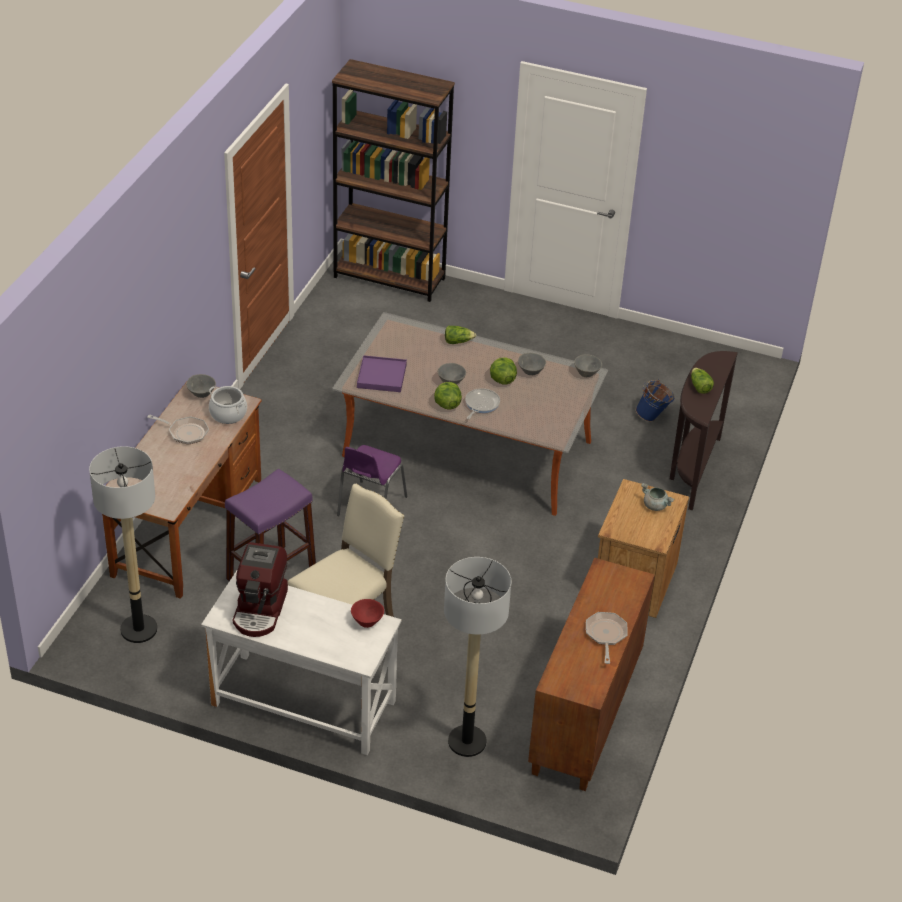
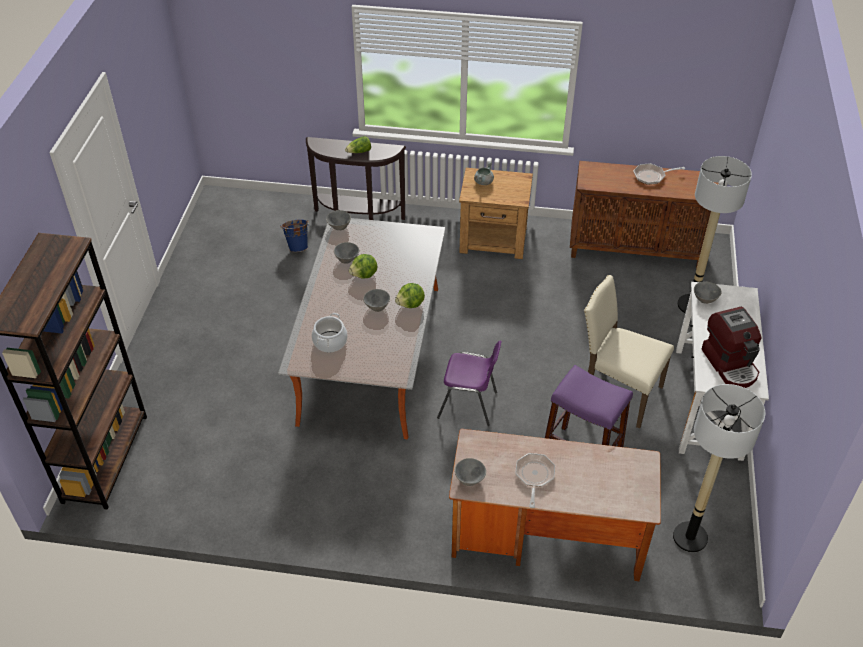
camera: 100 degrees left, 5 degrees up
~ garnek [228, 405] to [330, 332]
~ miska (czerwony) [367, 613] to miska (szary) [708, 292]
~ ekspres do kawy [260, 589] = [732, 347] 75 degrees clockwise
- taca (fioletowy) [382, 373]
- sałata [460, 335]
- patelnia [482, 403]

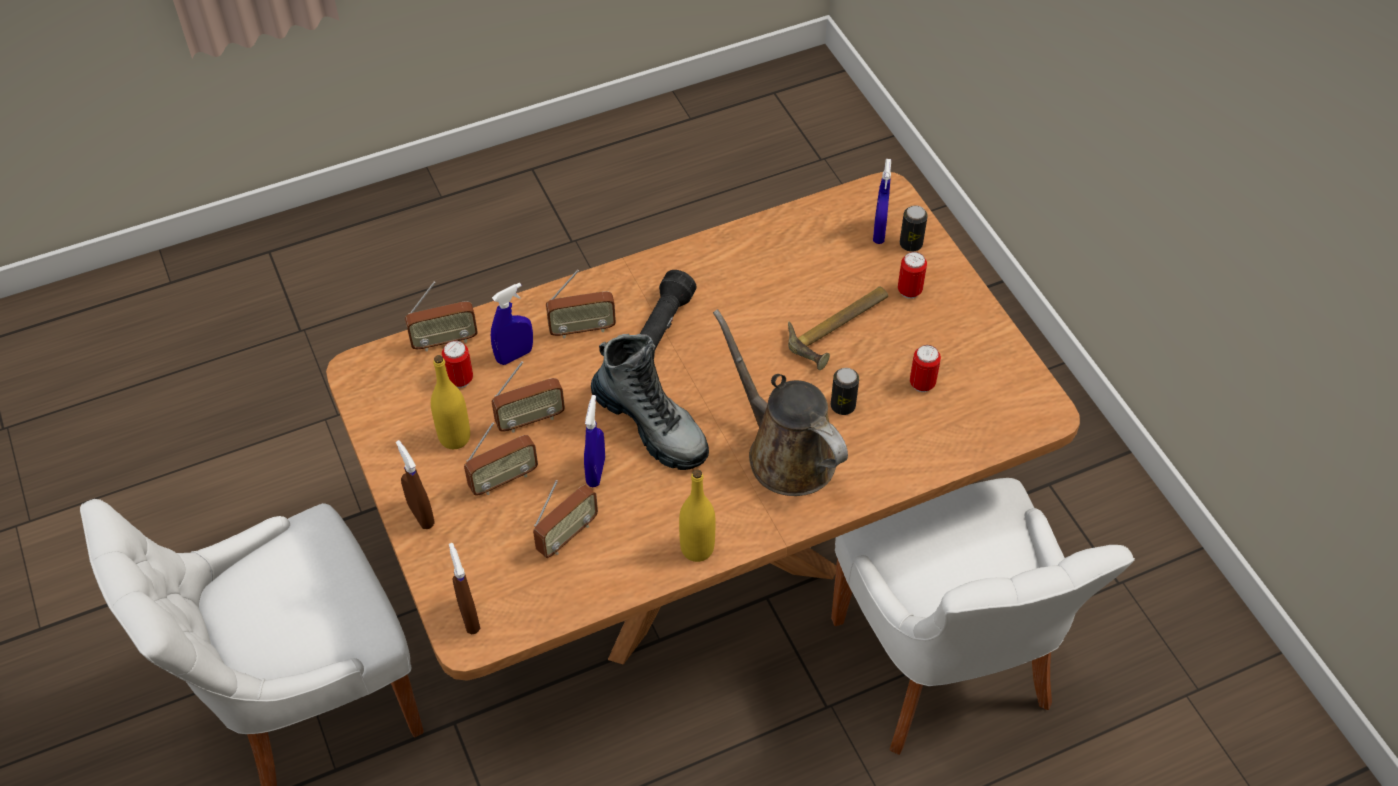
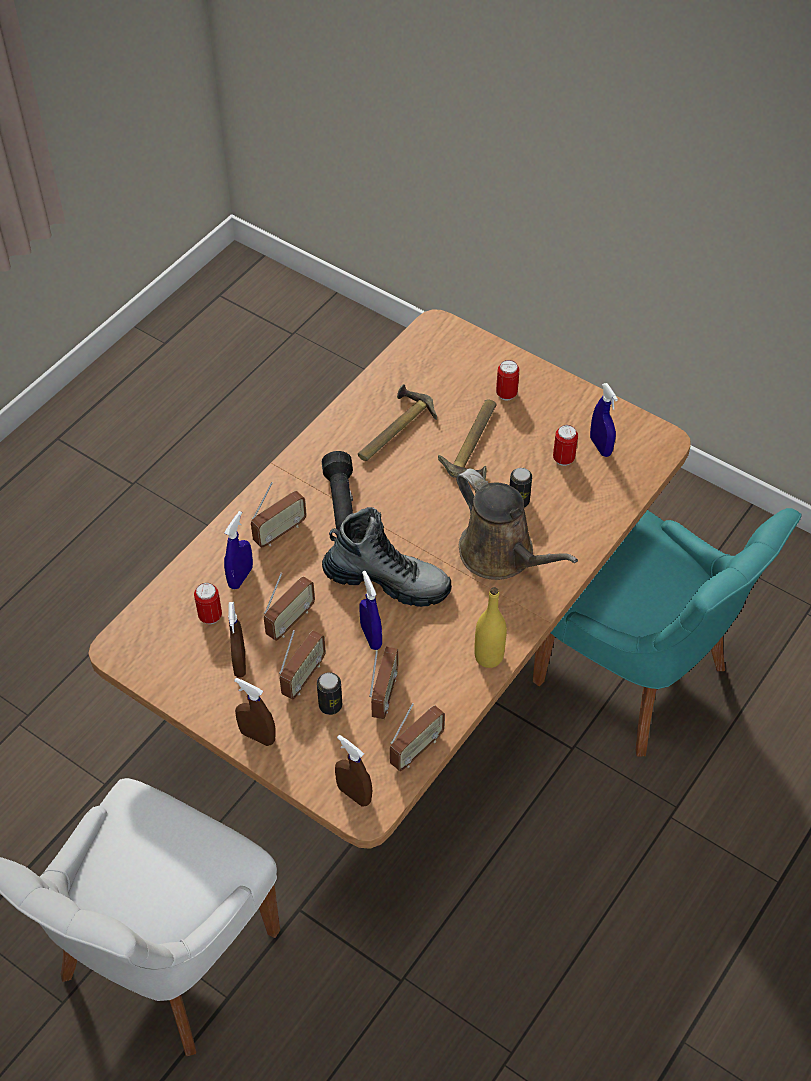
camera: 30 degrees left, 0 degrees up
~ butelka (żółty) [450, 402] to spryskiwacz (brązowy) [237, 640]
~ puszka [914, 228] to [329, 693]
+ młotek [397, 422]
~ radio [441, 317] to [417, 737]
~ konewka (brązowy) [780, 402] = [517, 524] 150 degrees counterclockwise
~ krzesło (biały) [983, 616] to krzesło (turkusowy) [667, 632]
~ spryskiwacz (niebieski) [882, 201] to [604, 420]

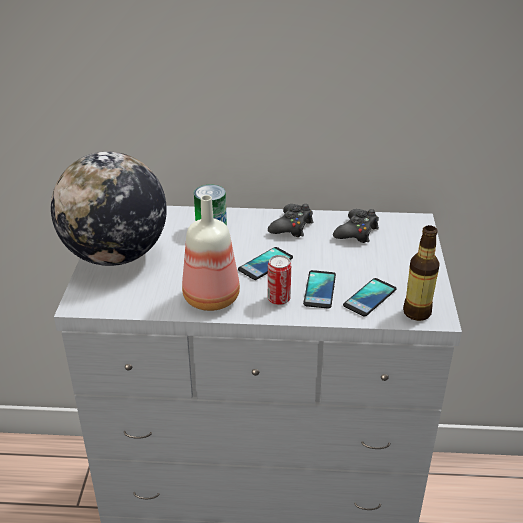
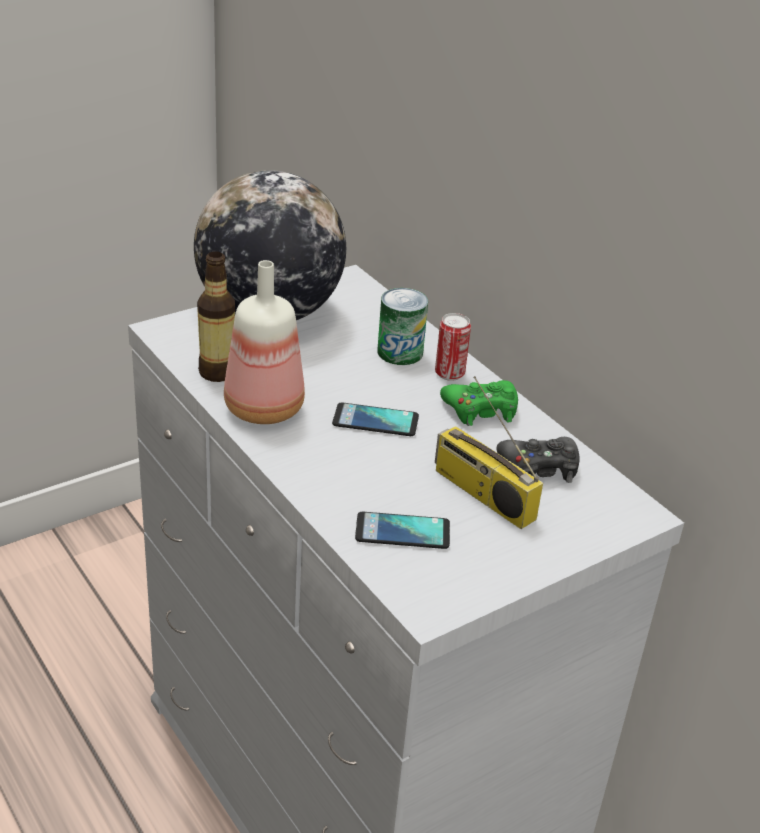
camera: 50 degrees right, 0 degrees up
~ butelka [421, 273] to [216, 316]
~ puszka [279, 280] to [453, 347]
+ radio [489, 452]
~ pad do gier (czarny) [290, 220] to pad do gier (zielony) [479, 403]
- telefon [319, 289]

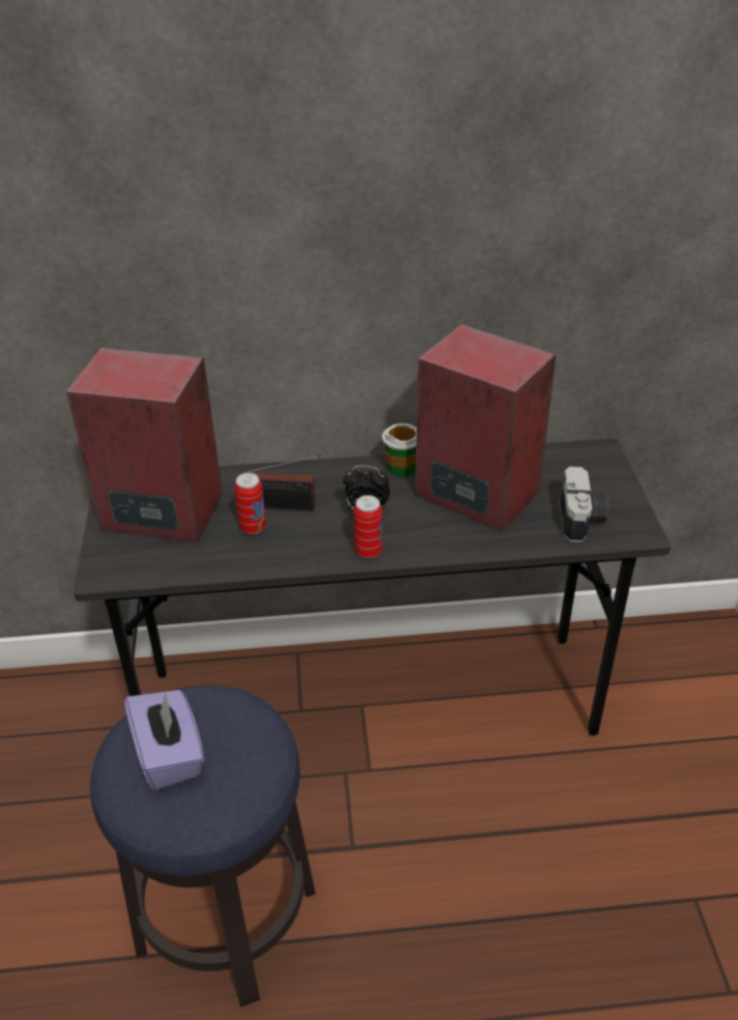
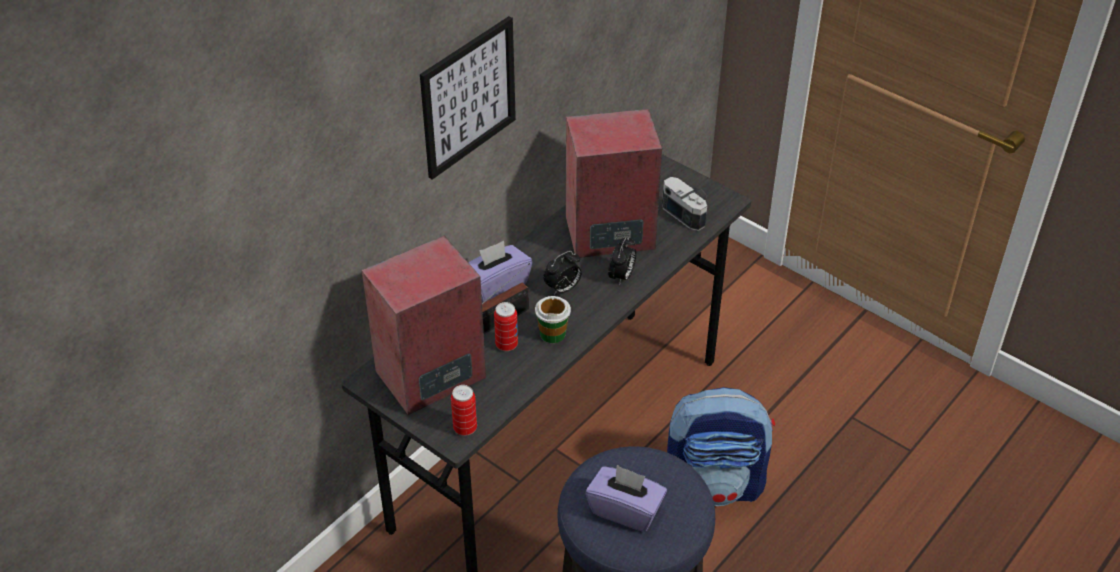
camera: 45 degrees left, 5 degrees up
+ obraz [468, 98]
~ puszka [368, 527] to [464, 410]
+ pudełko chusteczek (fioletowy) [500, 271]
~ filiżanka [399, 450] to [553, 319]
+ budzik [622, 261]
+ plecak [721, 446]

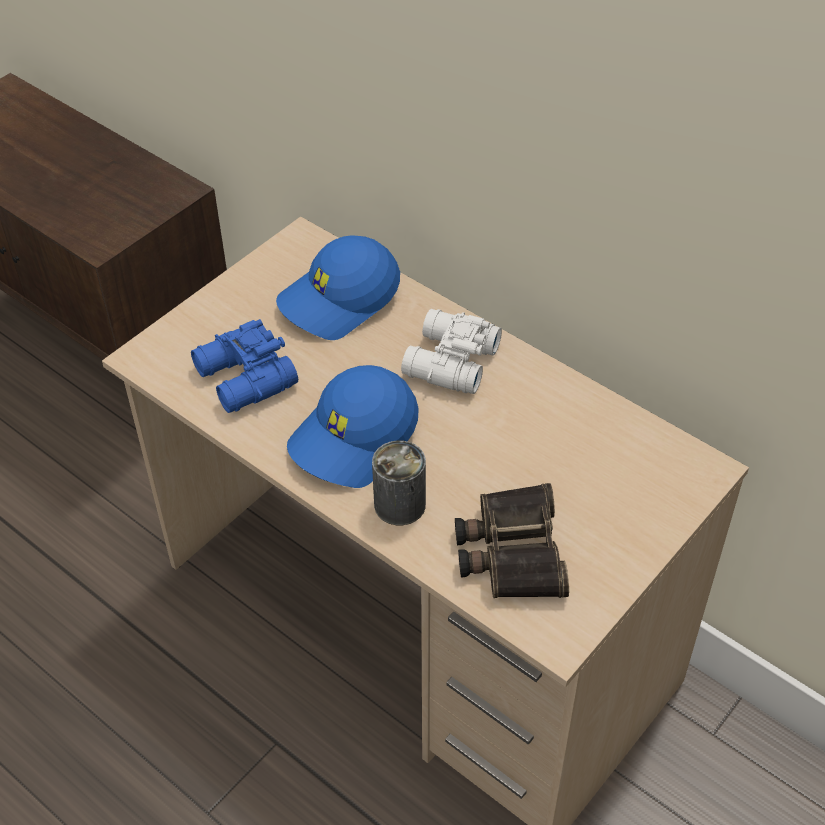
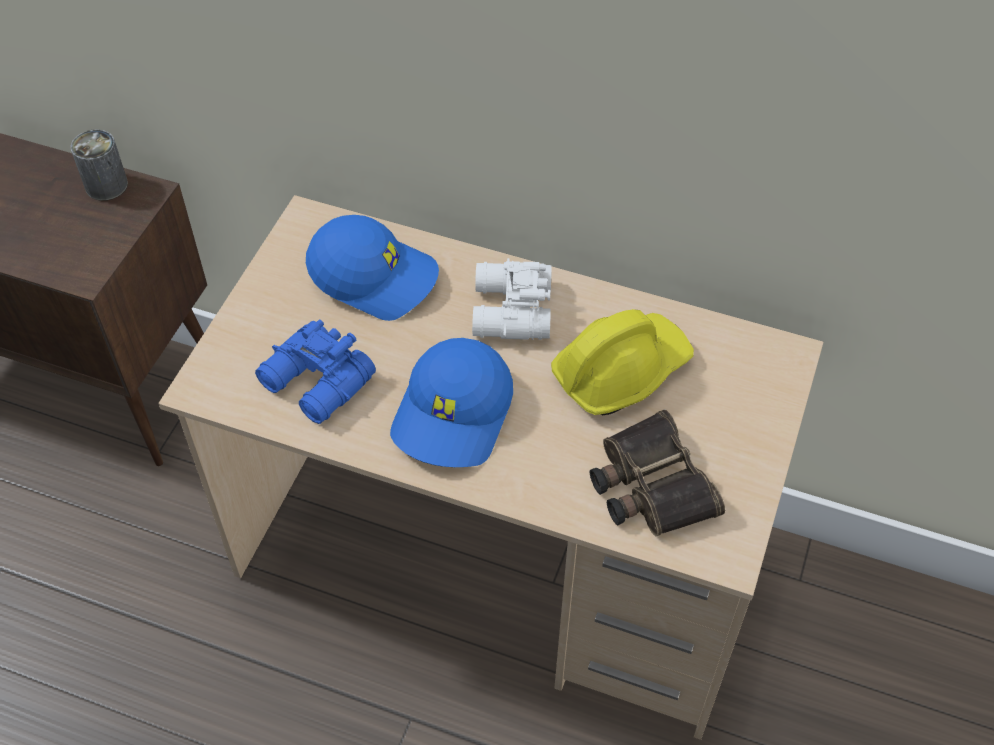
camera: 20 degrees left, 5 degrees up
~ puszka [399, 482] to [99, 165]
~ czapka z daszkiem (niebieski) [338, 287] = [372, 268] 105 degrees counterclockwise
+ kask (żółty) [622, 362]

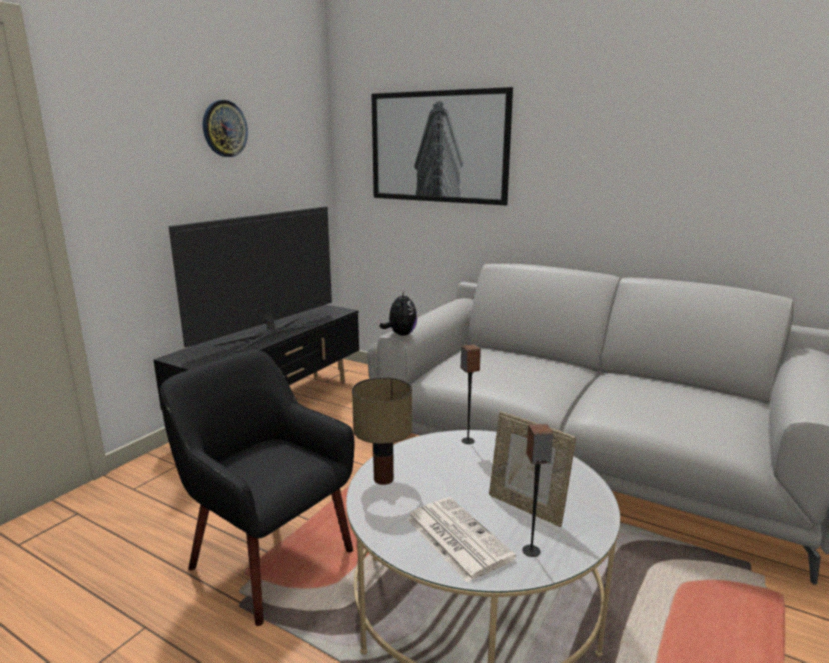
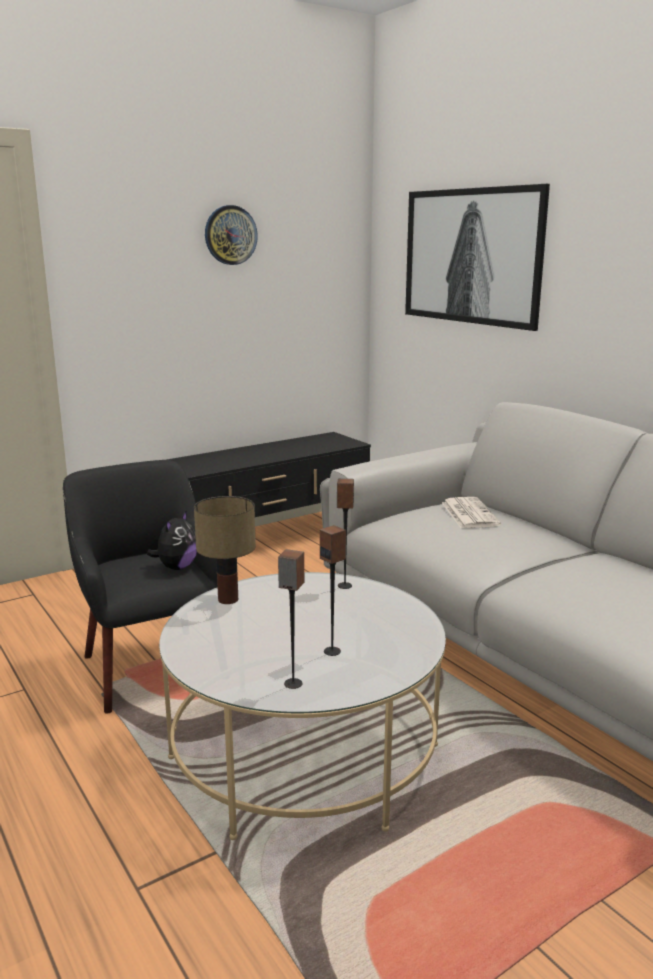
camera: 25 degrees right, 0 degrees up
~ pluszak [398, 313] to [172, 540]
~ ramka na zdjęcie [532, 469] to głośnik [333, 590]
~ gazeta [461, 539] to [471, 512]
- telewizor [250, 279]

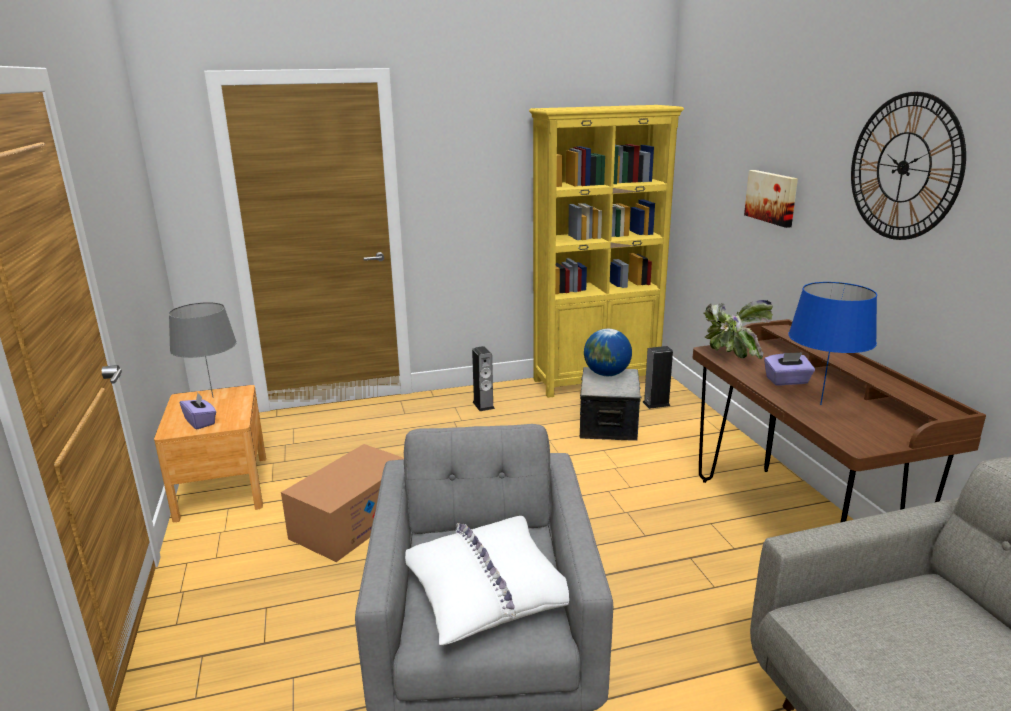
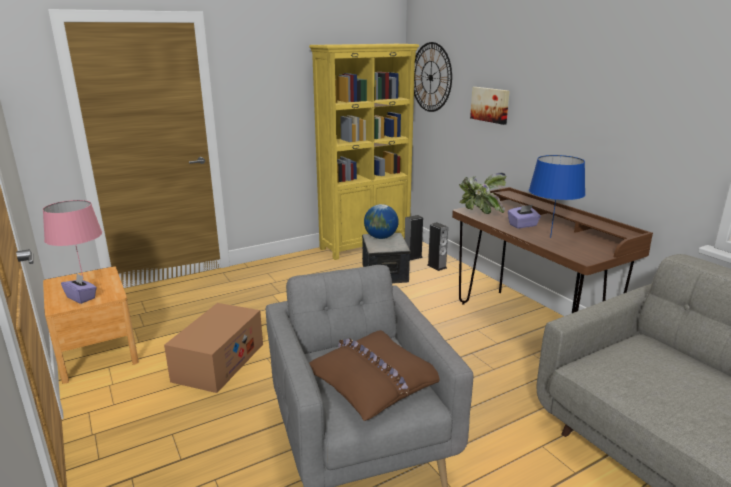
camera: 15 degrees left, 0 degrees up
~ lampa stołowa (szary) [203, 350] to lampa stołowa (różowy) [72, 239]
~ poduszka (biały) [487, 580] to poduszka (brązowy) [374, 375]
~ zegar ścienny [908, 166] to [433, 77]
~ głośnik [483, 378] to [437, 246]

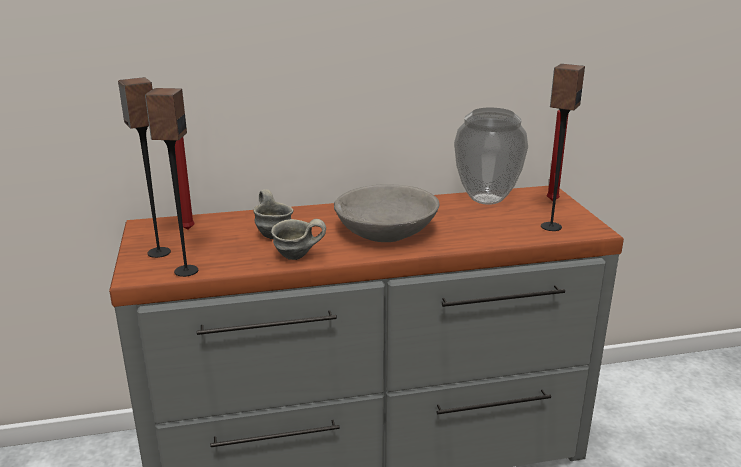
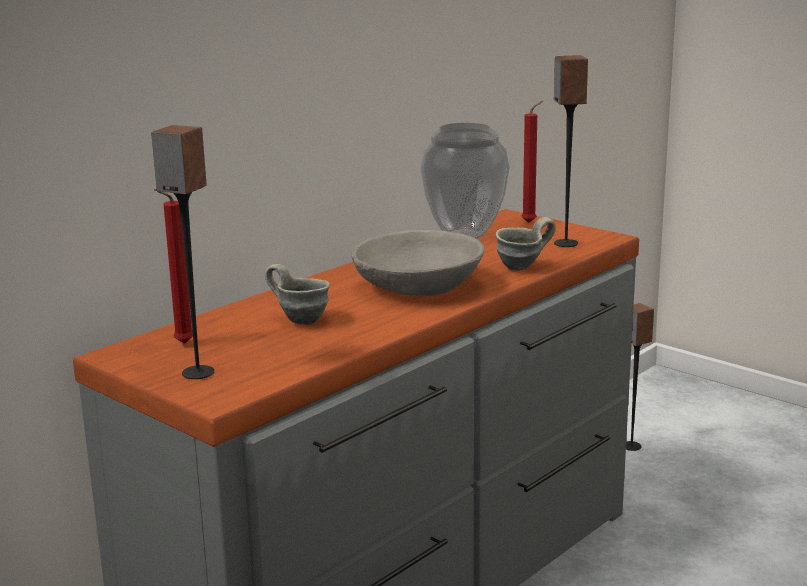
camera: 35 degrees left, 5 degrees down
~ kubek (szary) [298, 239] to [526, 243]
~ głośnik [171, 182] to [640, 377]

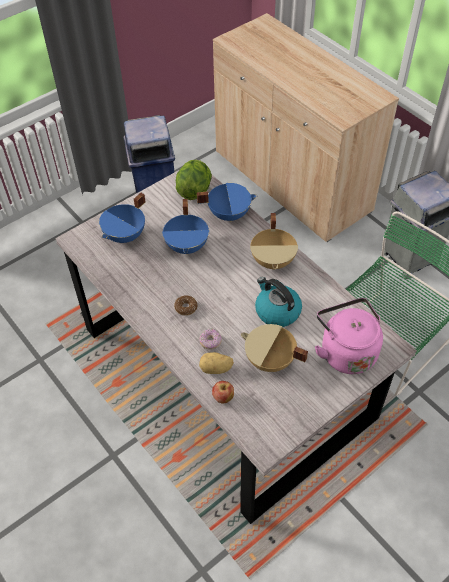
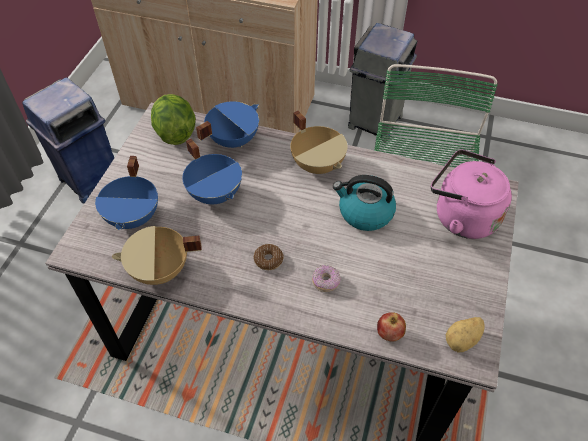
camera: 35 degrees left, 0 degrees up
~ garnek (beżowy) [274, 348] to [157, 255]
~ ziemniak [216, 363] to [465, 335]

